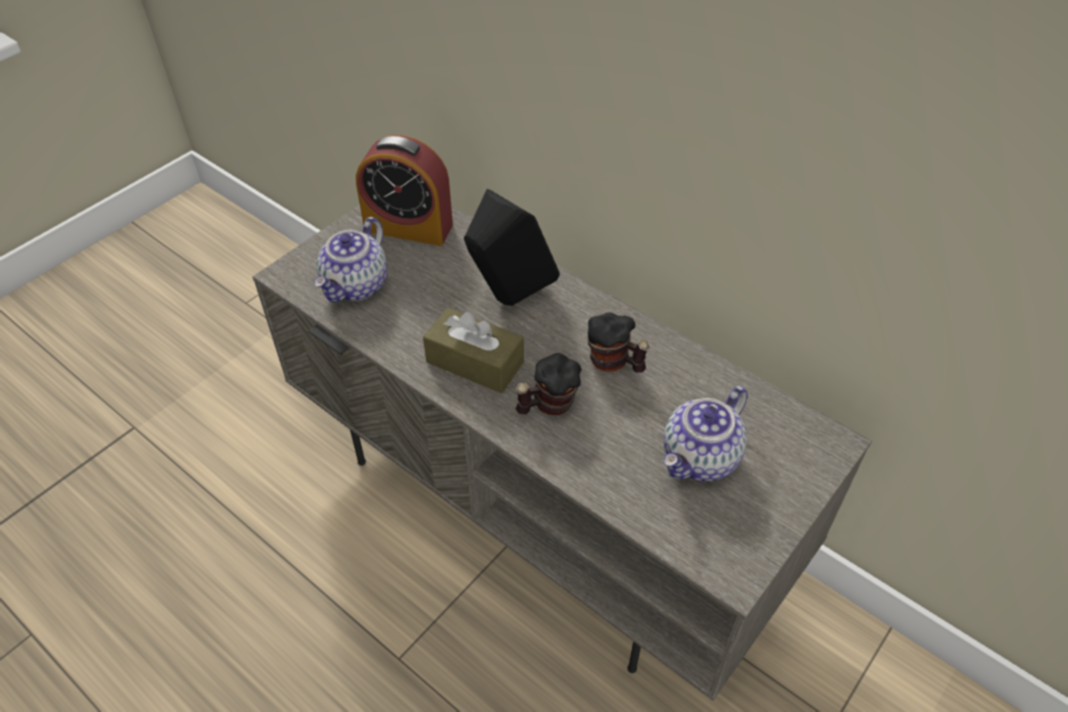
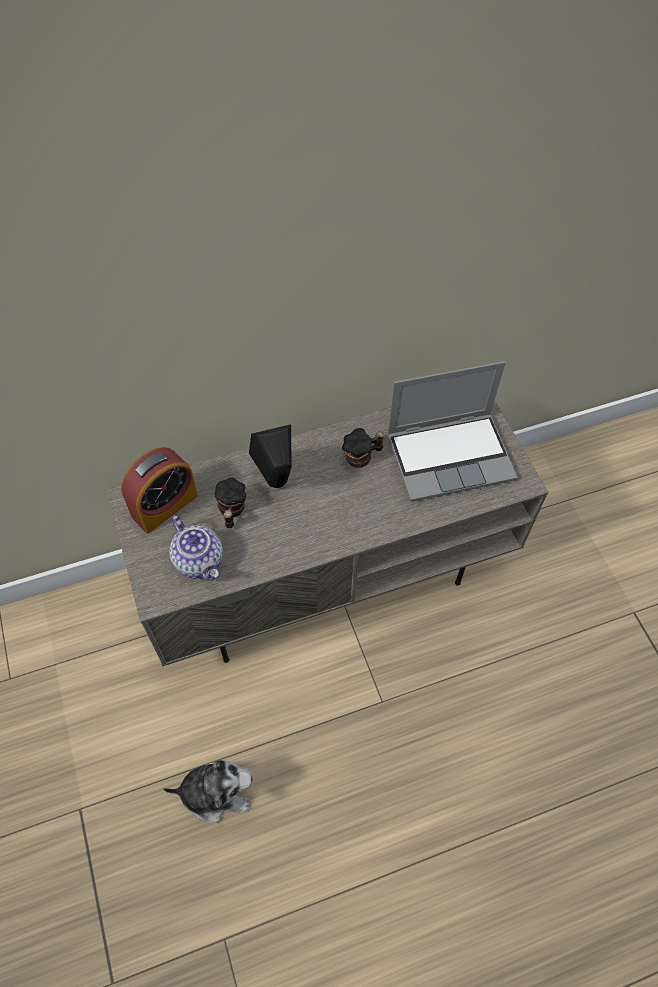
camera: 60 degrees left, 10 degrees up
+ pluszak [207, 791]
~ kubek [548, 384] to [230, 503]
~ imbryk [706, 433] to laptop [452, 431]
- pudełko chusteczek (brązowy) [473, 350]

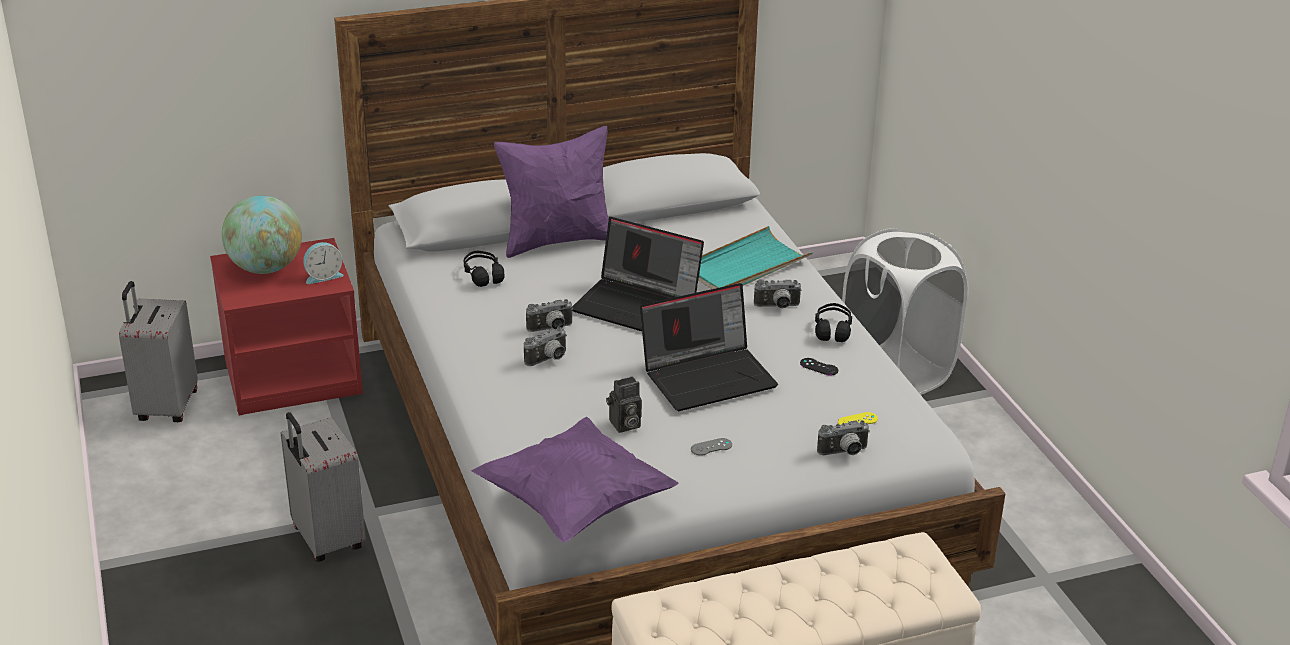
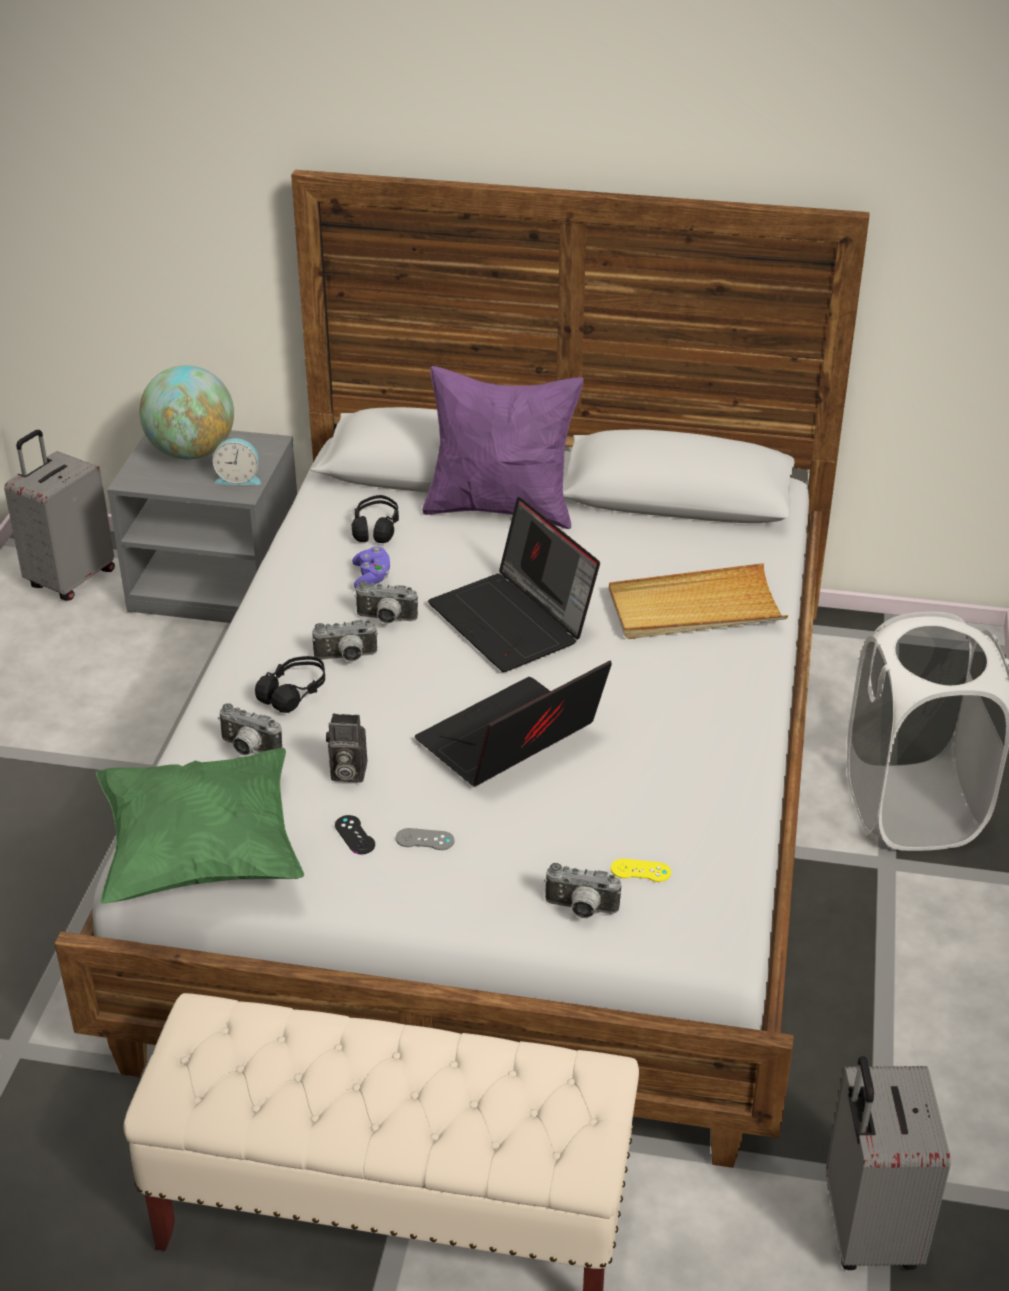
camera: 30 degrees right, 5 degrees up
~ poduszka (fioletowy) [575, 479] to poduszka (zielony) [200, 826]
~ szafka nocna (czerwony) [286, 326] to szafka nocna (szary) [202, 526]
~ aparat fotograficzny [778, 294] to [250, 729]
~ słuchawki (czarny) [833, 322] to [290, 684]
~ pad do gier (czarny) [819, 367] to [355, 834]
+ pad do gier (fioletowy) [371, 567]
~ laptop [709, 347] = [513, 723] 135 degrees clockwise
~ taca (turkusowy) [755, 257] to taca (beżowy) [698, 601]
~ walizka (szary) [323, 487] to [888, 1163]

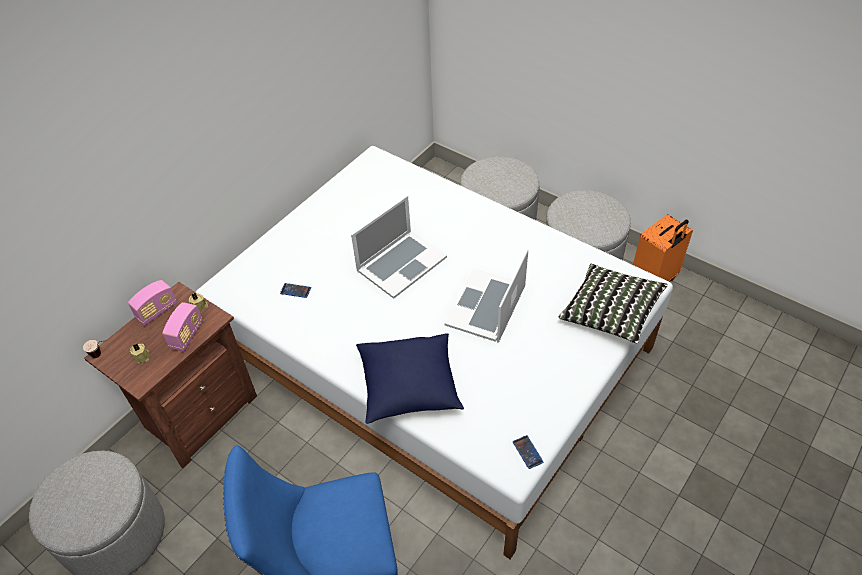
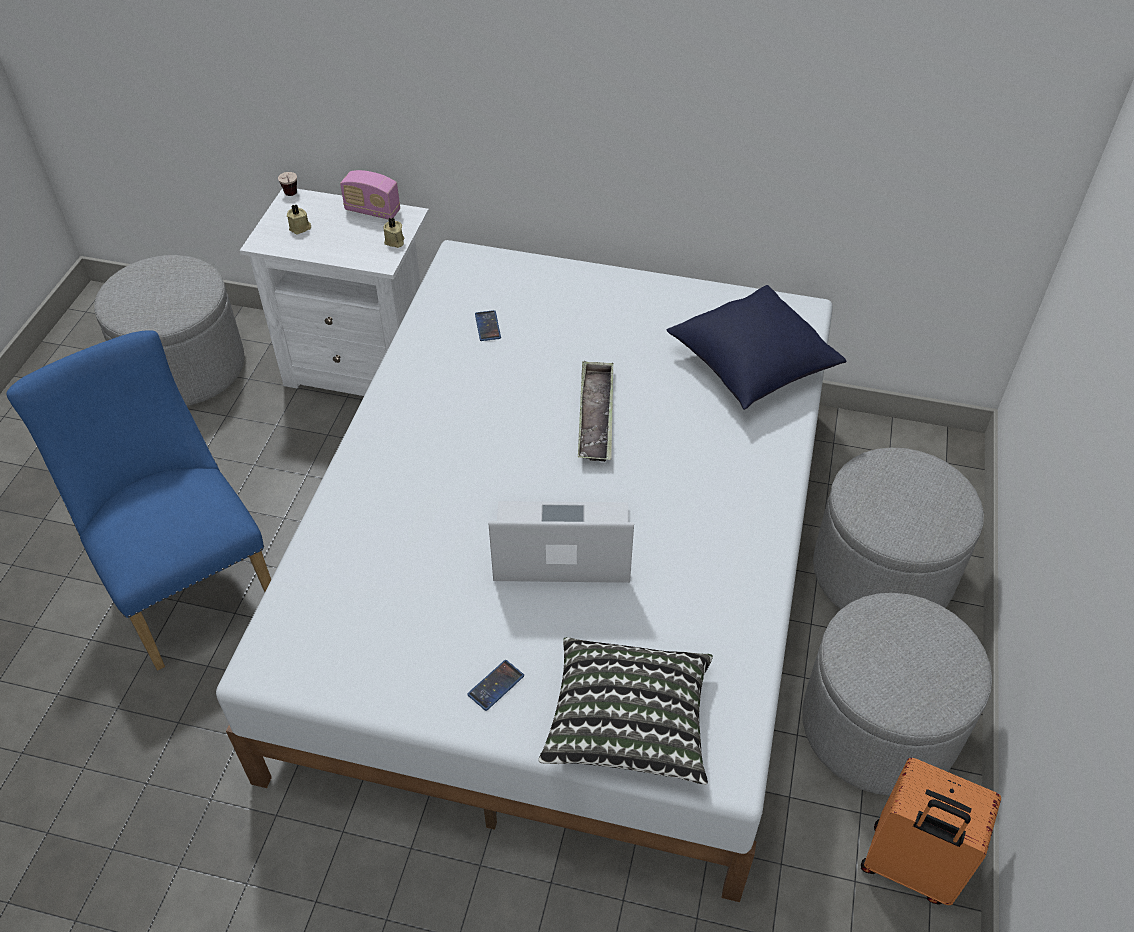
camera: 65 degrees right, 0 degrees up
~ szafka nocna (brązowy) [170, 375] to szafka nocna (biały) [334, 292]
~ telefon [528, 452] to [495, 685]
~ laptop [399, 247] to taca [595, 411]
~ poduszka (niebieski) [410, 378] to [756, 347]
- radio [182, 327]

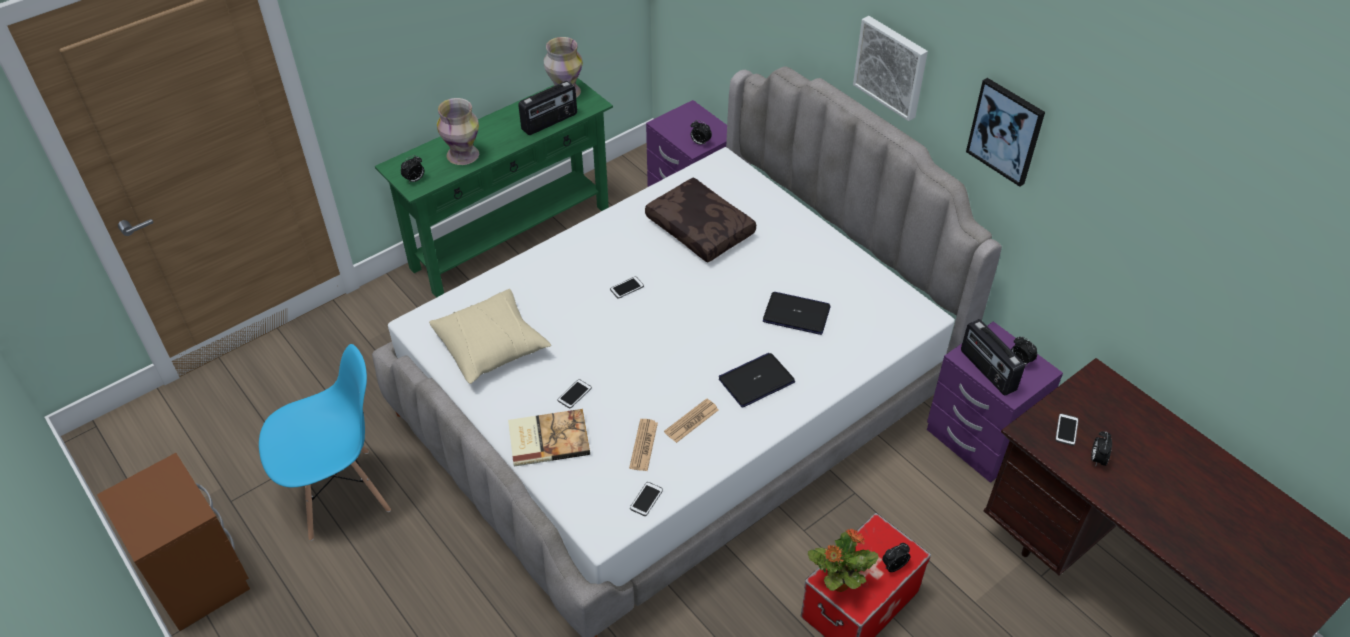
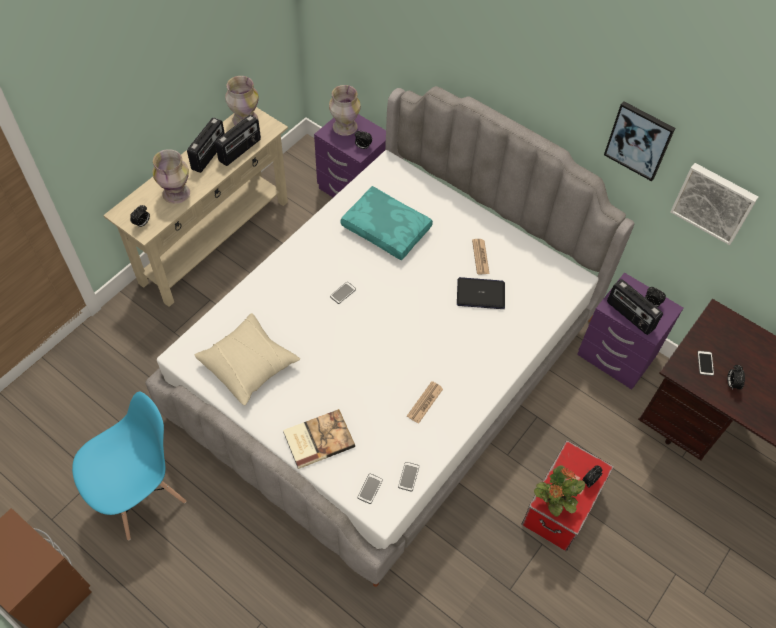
camera: 15 degrees left, 10 degrees up
~ stolik konsolowy (zielony) [494, 188] to stolik konsolowy (beżowy) [195, 207]
+ radio [206, 145]
+ wazon [345, 110]
~ poduszka (brązowy) [700, 220] to poduszka (turkusowy) [386, 223]
~ telefon [574, 393] to [370, 489]
~ gazeta [643, 445] to [481, 256]
~ obraz [890, 68] to [714, 204]
- laptop [757, 380]

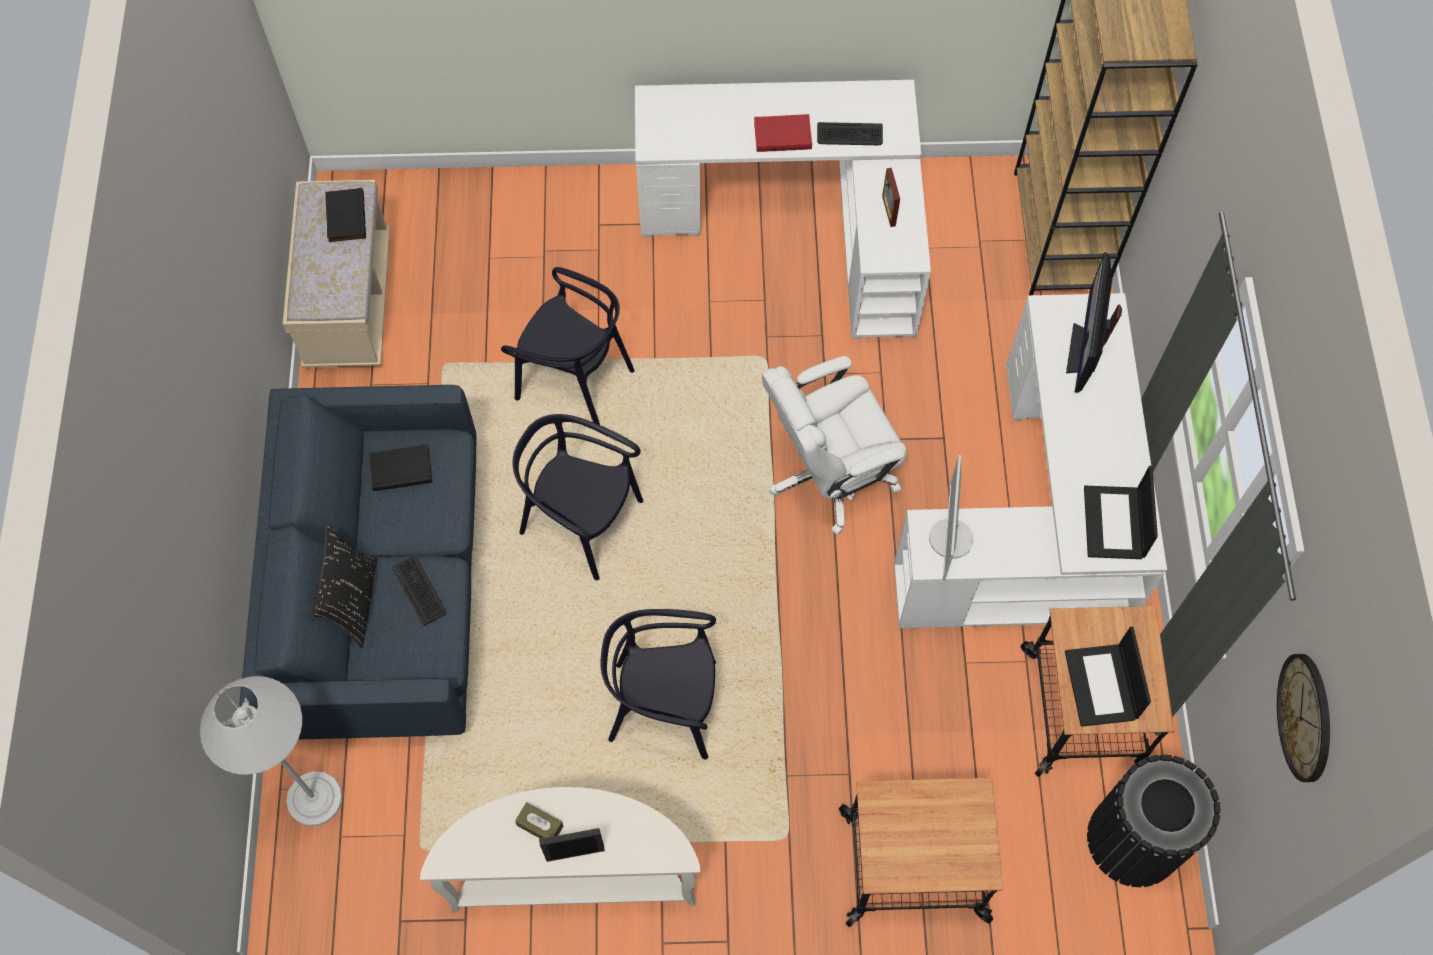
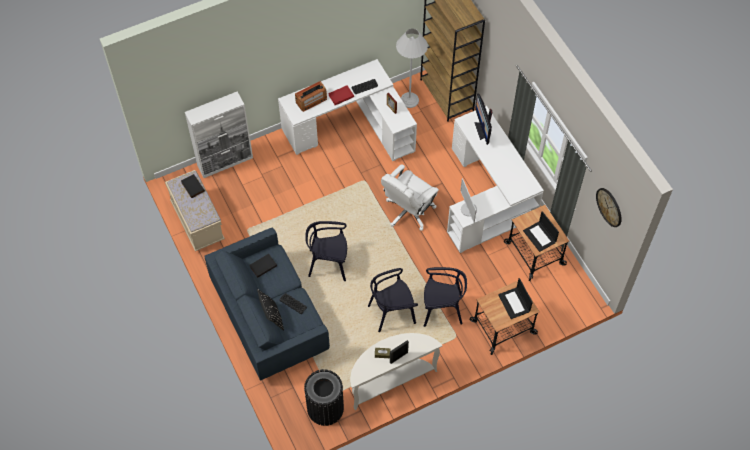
camera: 25 degrees left, 5 degrees down
+ szafka (biały) [219, 135]
+ radio [311, 96]
~ kosz na śmieci (czarny) [1154, 821] to [324, 397]
~ lampa stojąca (biały) [271, 751] to [412, 68]
~ krzesło (czarny) [568, 346] to [445, 297]
~ laptop [1121, 512] to [515, 298]

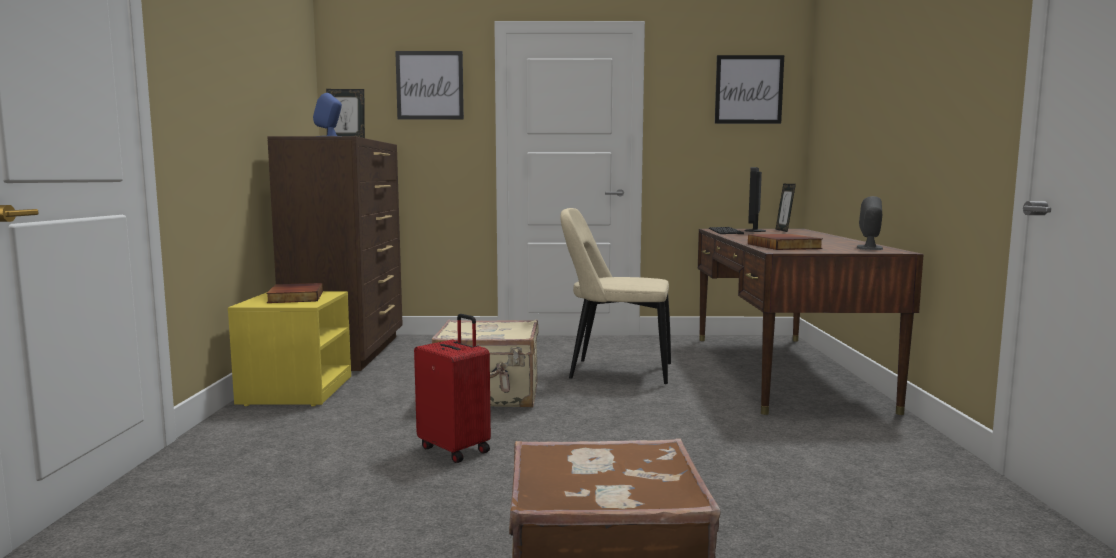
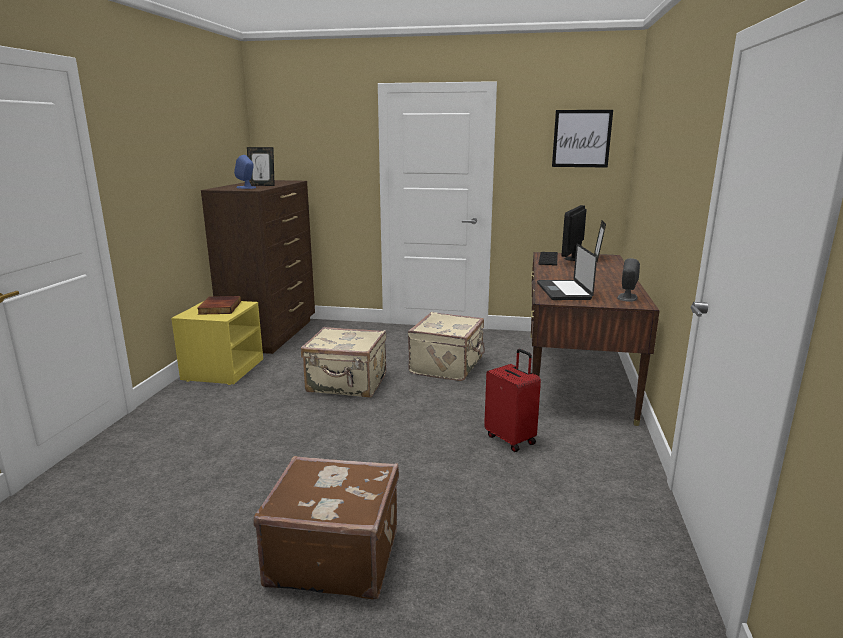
camera: 10 degrees right, 10 degrees up
~ krzesło (beżowy) [615, 296] to walizka (beżowy) [446, 346]
~ walizka (czerwony) [452, 388] to [512, 400]
~ książka [785, 242] to laptop [567, 271]
- obraz [429, 85]

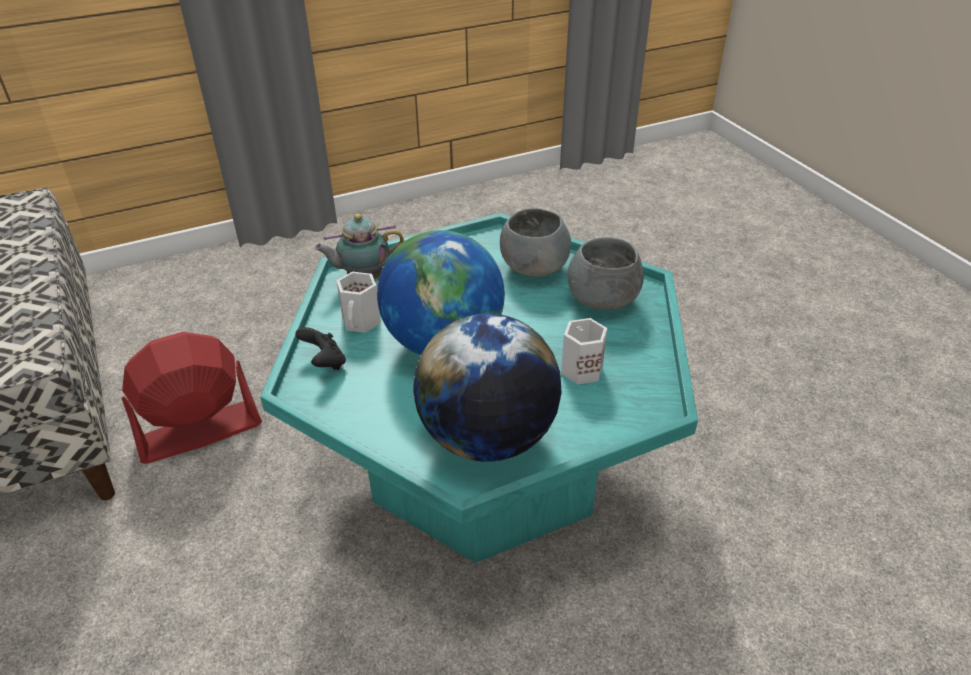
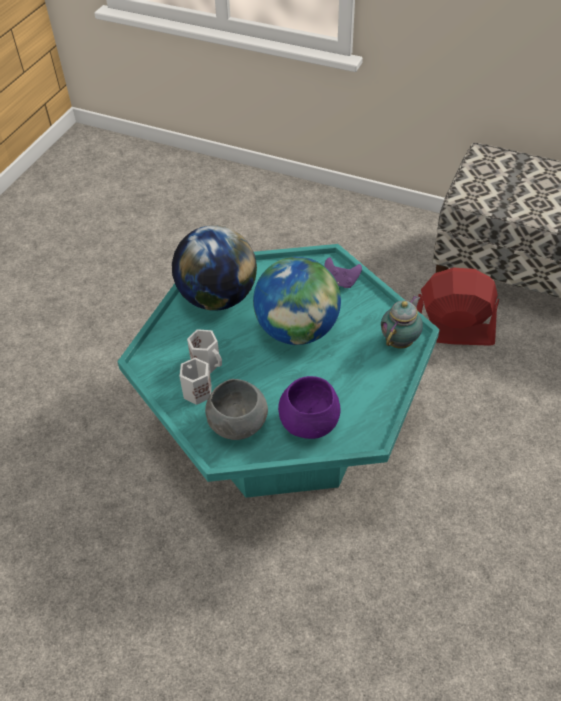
camera: 140 degrees right, 10 degrees up
~ kubek (biały) [359, 302] to [195, 381]
~ miska (szary) [535, 242] to miska (fioletowy) [309, 407]
~ pad do gier (czarny) [320, 348] to pad do gier (fioletowy) [343, 273]
~ wentylator (czerwony) [192, 398] = [458, 306] 105 degrees counterclockwise

